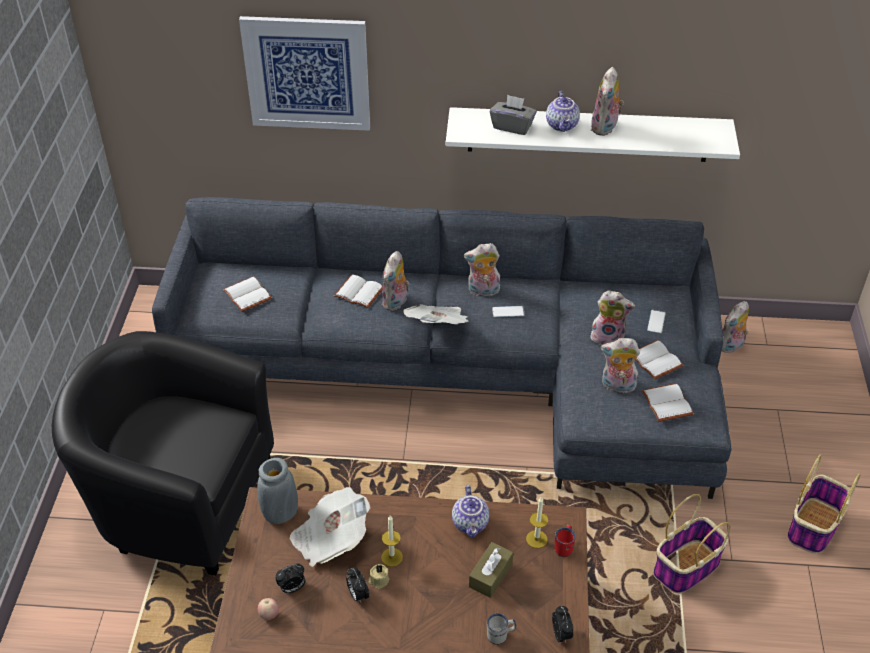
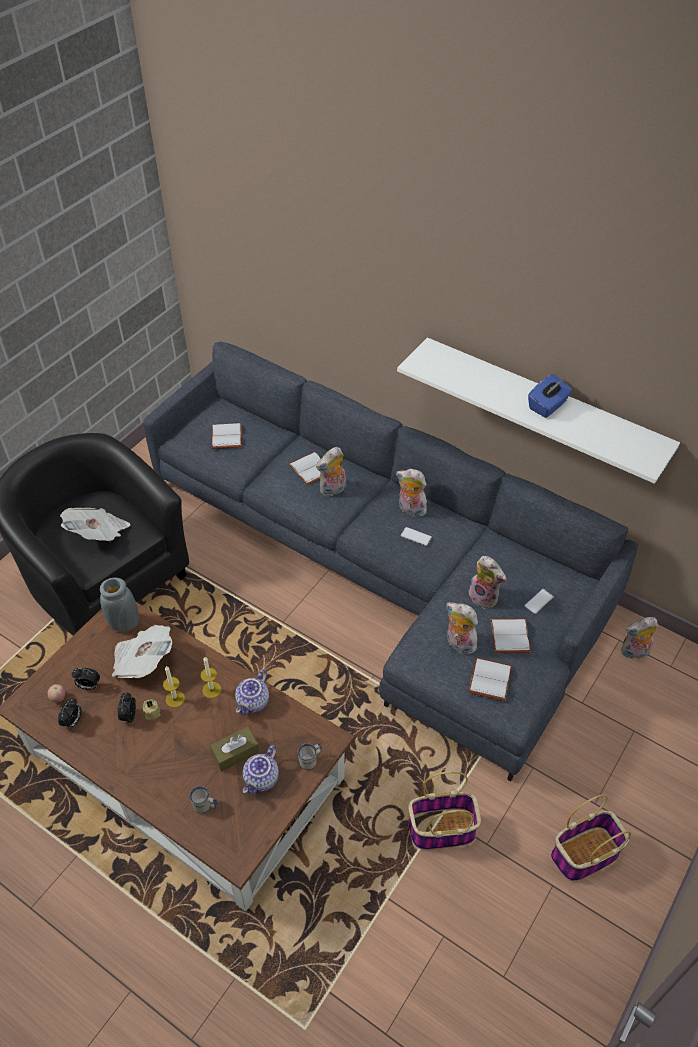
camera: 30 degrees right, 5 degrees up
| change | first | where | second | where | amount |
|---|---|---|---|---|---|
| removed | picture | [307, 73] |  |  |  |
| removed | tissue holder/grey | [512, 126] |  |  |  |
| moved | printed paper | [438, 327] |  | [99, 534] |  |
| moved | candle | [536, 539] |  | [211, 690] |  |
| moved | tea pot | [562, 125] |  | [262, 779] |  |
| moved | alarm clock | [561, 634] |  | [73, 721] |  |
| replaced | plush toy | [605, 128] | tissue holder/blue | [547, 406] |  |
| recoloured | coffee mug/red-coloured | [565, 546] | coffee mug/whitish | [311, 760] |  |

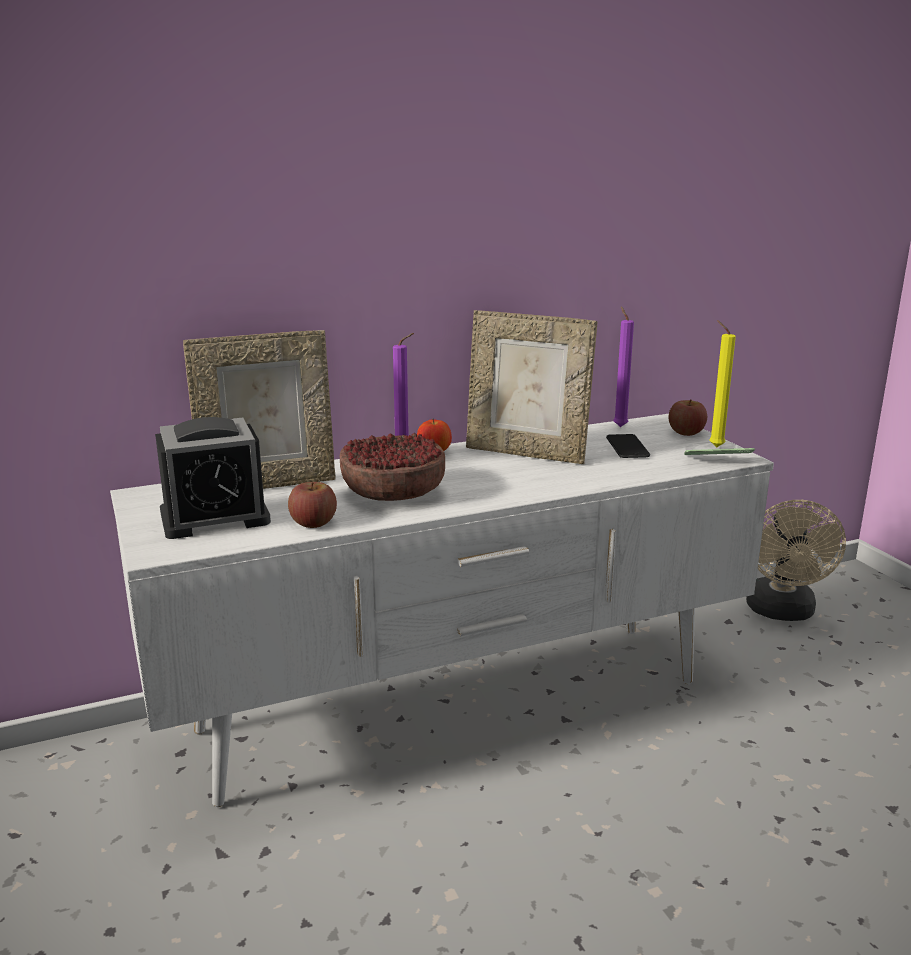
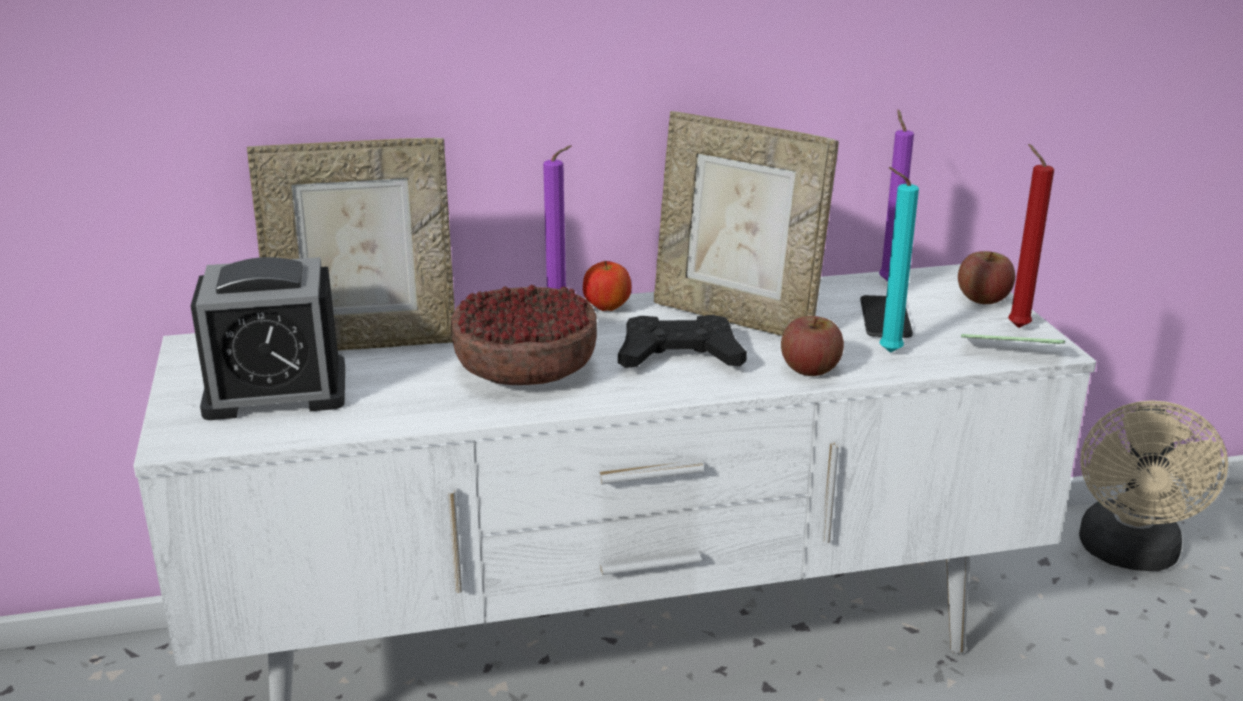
camera: 10 degrees right, 5 degrees up
| change | first | where | second | where | amount |
|---|---|---|---|---|---|
| added |  |  | joypad/black | [679, 356] |  |
| added |  |  | candle/turquoise | [886, 352] |  |
| moved | apple | [313, 523] |  | [810, 369] |  |
| recoloured | candle/yellow-coloured | [714, 446] | candle/red-coloured | [1015, 326] |  |

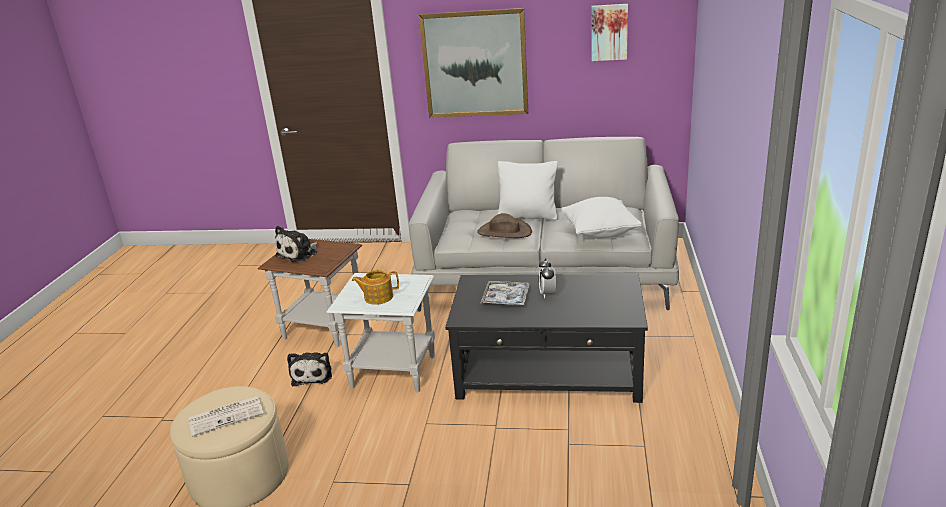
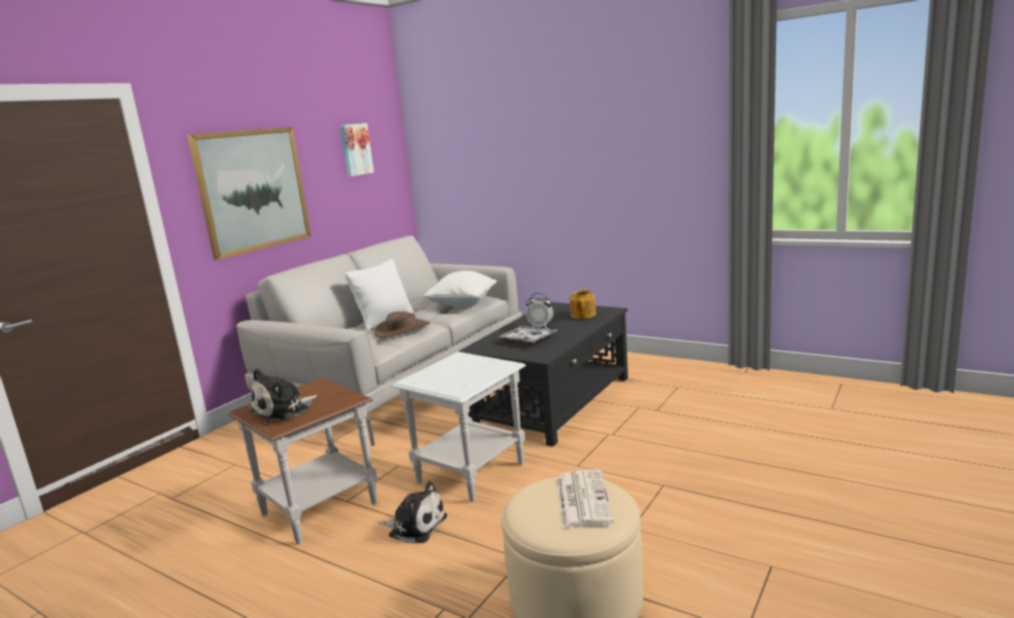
camera: 65 degrees left, 10 degrees down
| change | first | where | second | where | amount |
|---|---|---|---|---|---|
| moved | tea pot | [378, 297] |  | [582, 315] |  |
| turned | plush toy | [299, 253] |  | [284, 410] | 75 degrees clockwise |

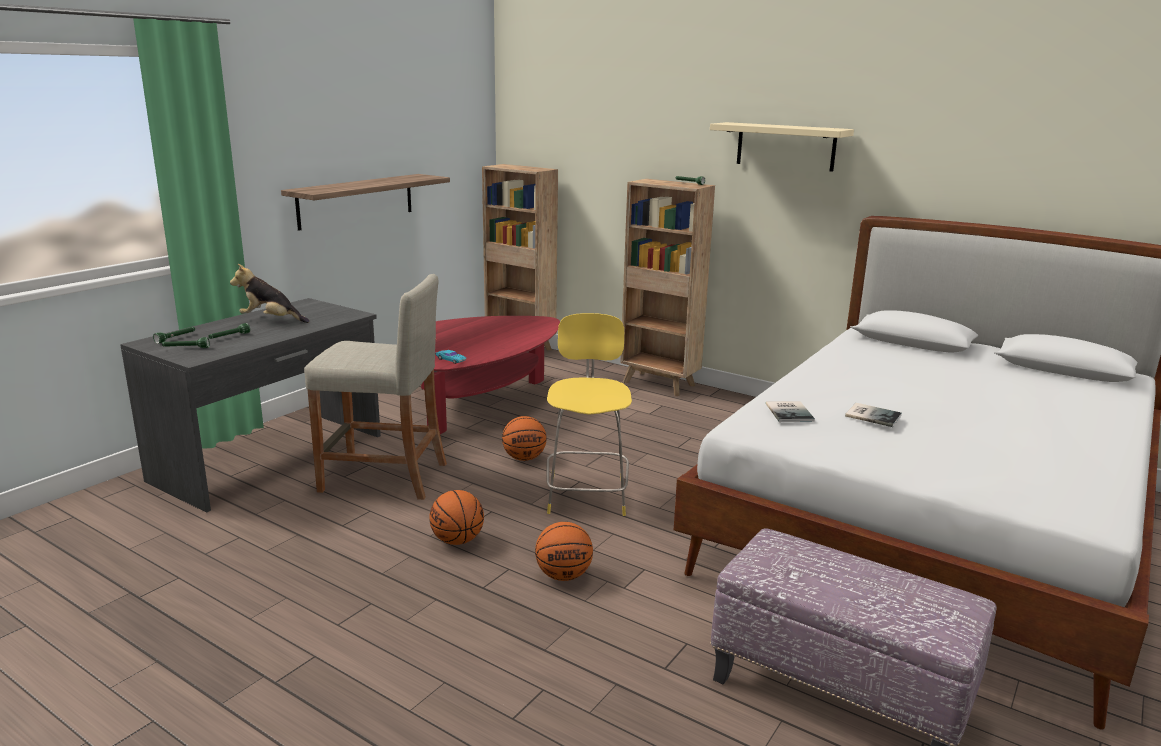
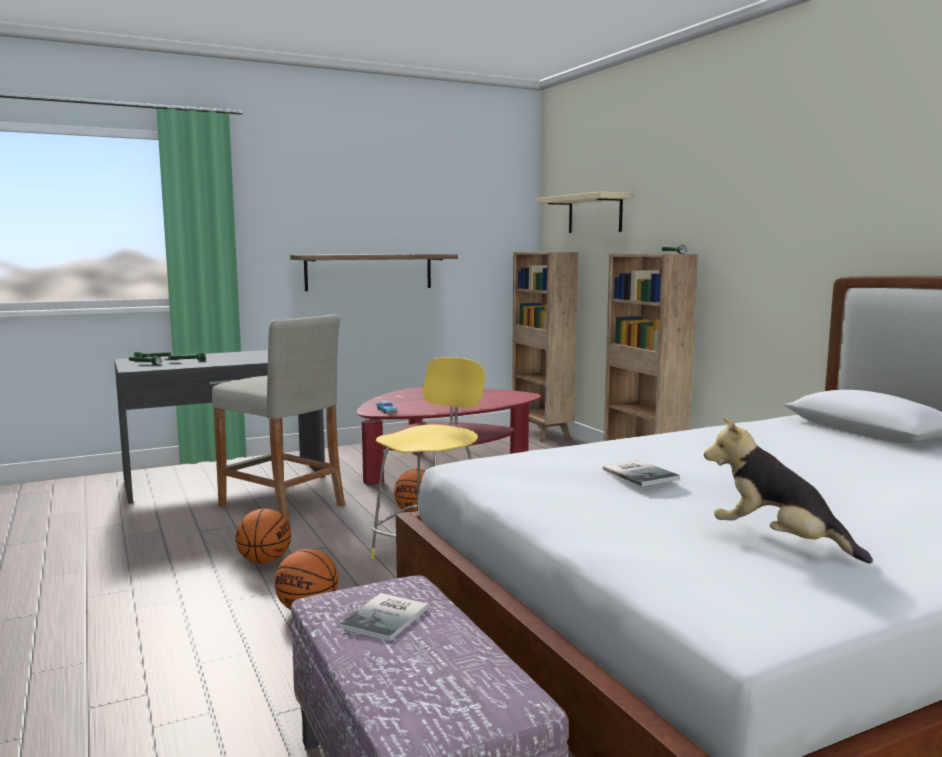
camera: 30 degrees right, 10 degrees down
| change | first | where | second | where | amount |
|---|---|---|---|---|---|
| moved | plush toy | [271, 320] |  | [777, 542] |  |
| moved | wall shelf/sand-coloured | [785, 146] |  | [594, 214] |  |
| moved | volume | [790, 412] |  | [388, 617] |  |

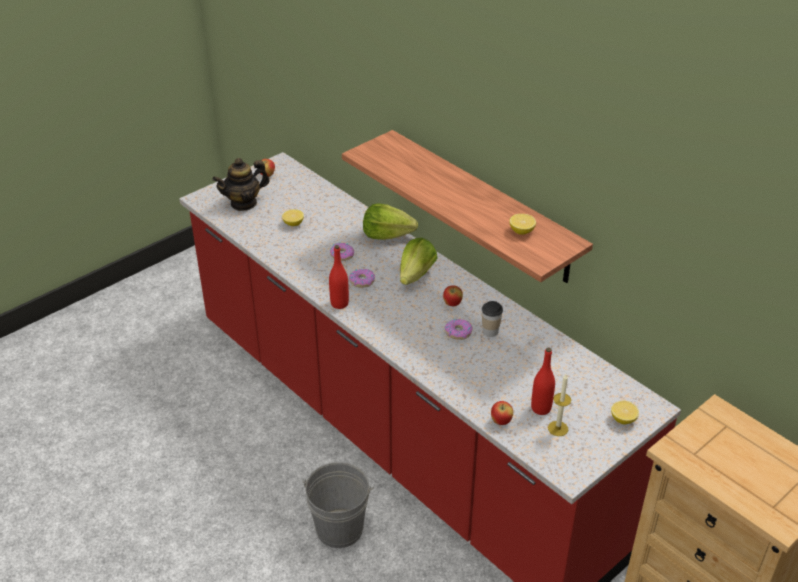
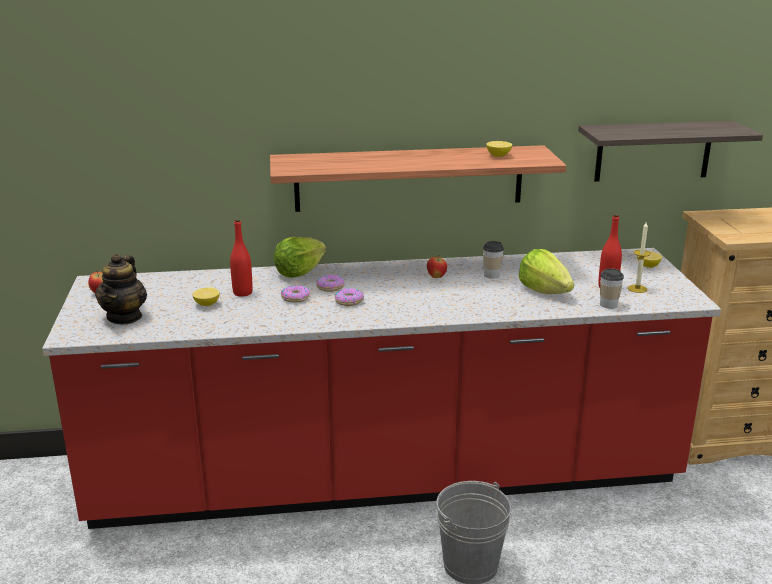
camera: 55 degrees left, 15 degrees down
| change | first | where | second | where | amount |
|---|---|---|---|---|---|
| added |  |  | wall shelf | [653, 151] |  |
| moved | bottle/red-coloured | [339, 303] |  | [242, 293] |  |
| moved | lettuce | [416, 275] |  | [544, 291] |  |
| moved | donut | [458, 332] |  | [330, 287] |  |
| replaced | apple | [501, 421] | drinking cup | [608, 305] |  |

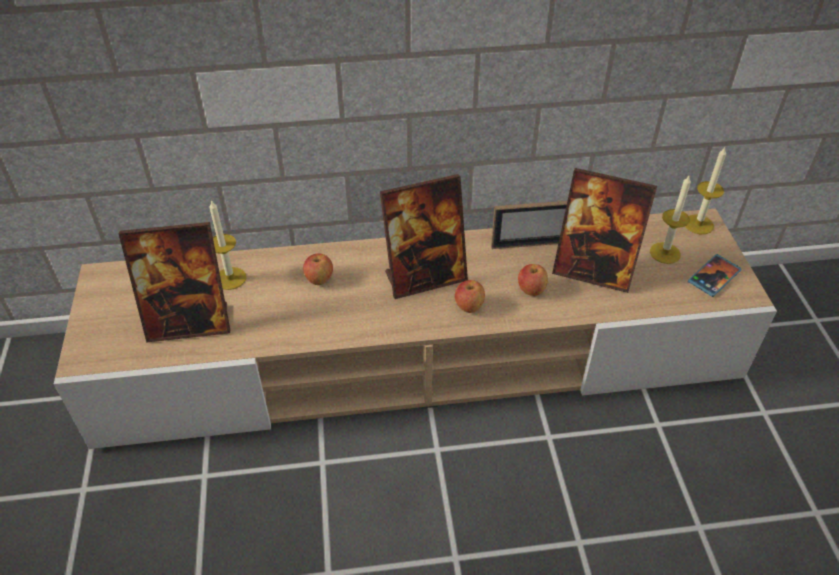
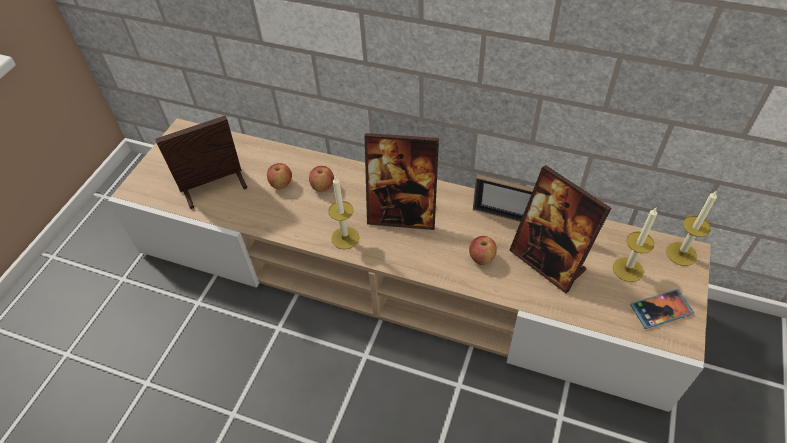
camera: 30 degrees right, 5 degrees up
| change | first | where | second | where | amount |
|---|---|---|---|---|---|
| moved | candle | [230, 278] |  | [345, 238] |  |
| moved | apple | [469, 306] |  | [281, 184] |  |
| turned | standing frame | [189, 323] |  | [214, 188] | 135 degrees clockwise |

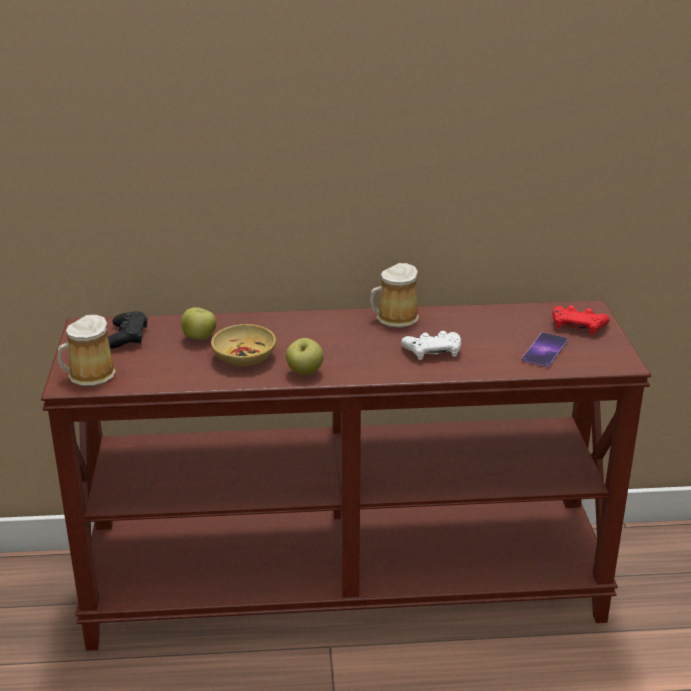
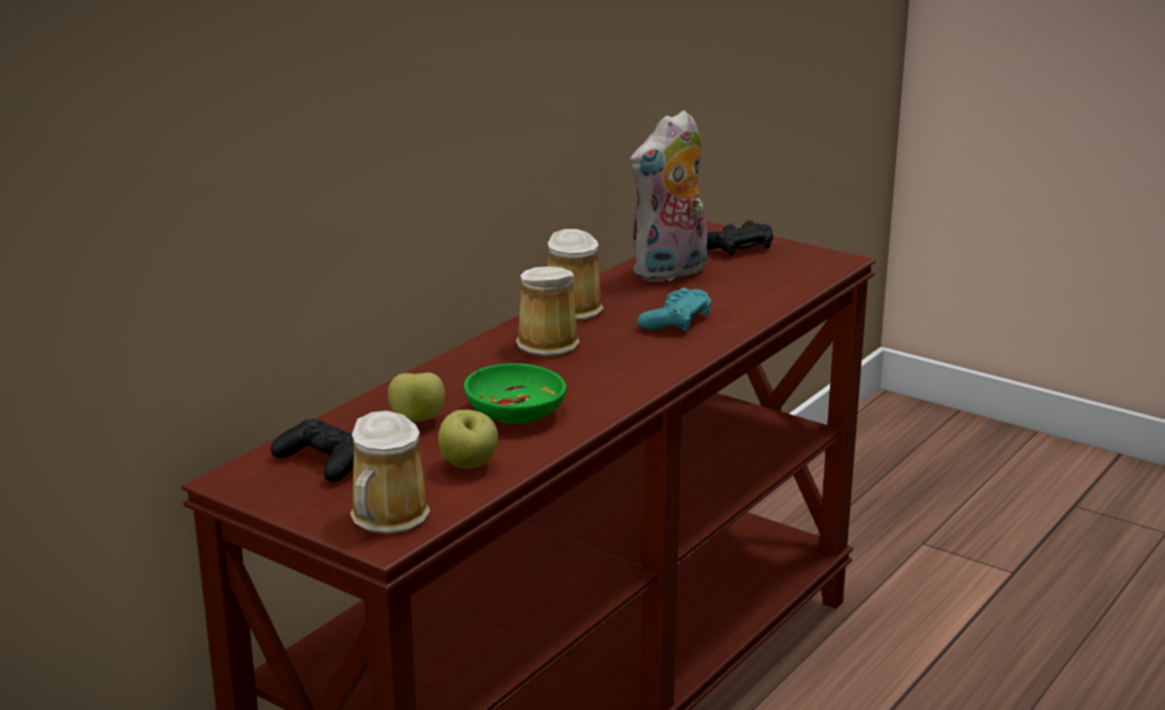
camera: 50 degrees left, 5 degrees down
| change | first | where | second | where | amount |
|---|---|---|---|---|---|
| removed | handset | [545, 350] |  |  |  |
| added |  |  | coffee mug | [550, 342] |  |
| added |  |  | plush toy | [670, 273] |  |
| moved | apple | [305, 372] |  | [468, 465] |  |
| recoloured | bowl/sand-coloured | [245, 357] | bowl/green-coloured | [516, 412] |  |
| recoloured | joypad/whitish | [433, 351] | joypad/turquoise | [676, 320] |  |
| recoloured | joypad/red-coloured | [578, 326] | joypad/black | [737, 247] |  |

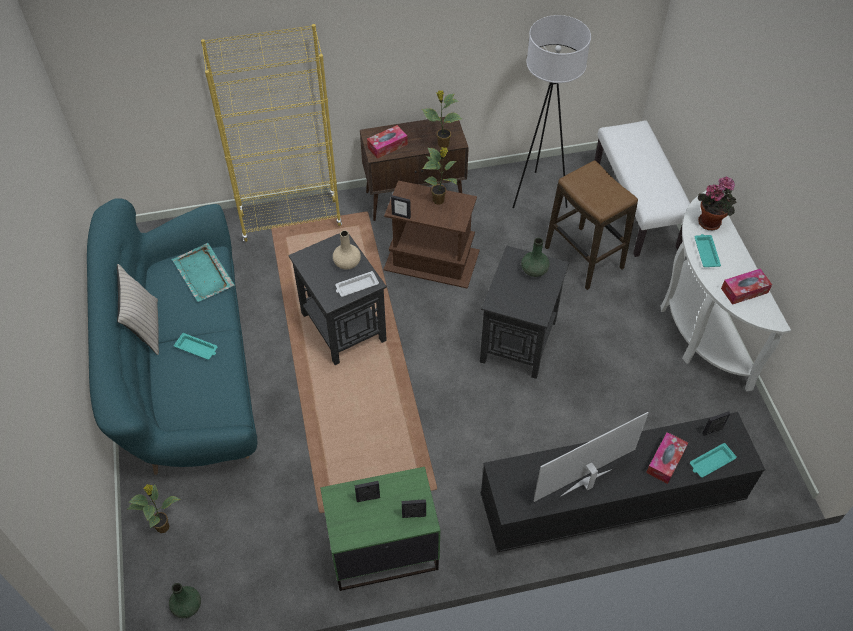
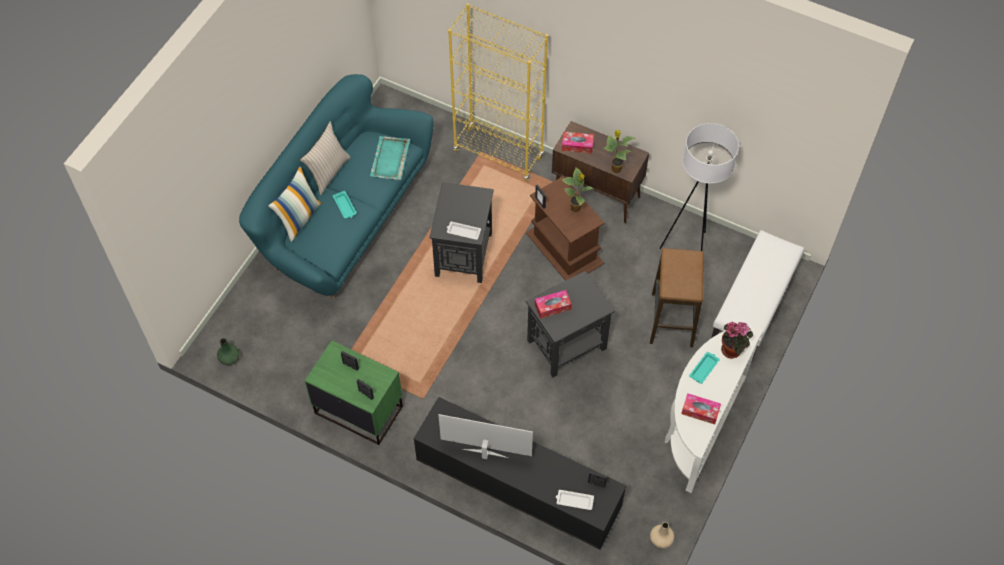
camera: 40 degrees right, 5 degrees up
| change | first | where | second | where | amount |
|---|---|---|---|---|---|
| removed | plant in a pot | [163, 526] |  |  |  |
| removed | vase/green-coloured | [534, 270] |  |  |  |
| added |  |  | pillow | [299, 218] |  |
| moved | vase/sand-coloured | [347, 262] |  | [661, 539] |  |
| moved | tissue holder | [665, 461] |  | [552, 307] |  |
| recoloured | serving tray/turquoise | [711, 462] | serving tray/whitish | [574, 501] |  |

